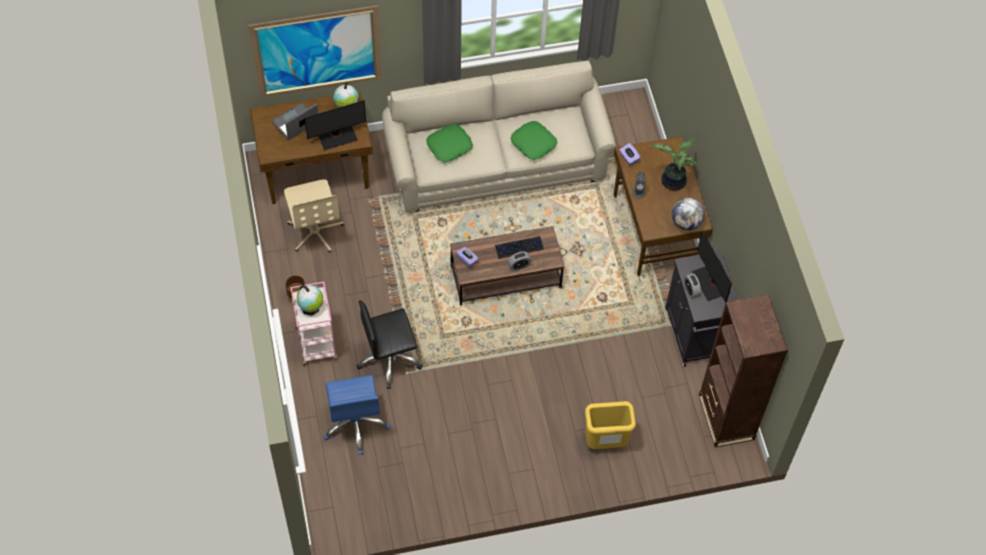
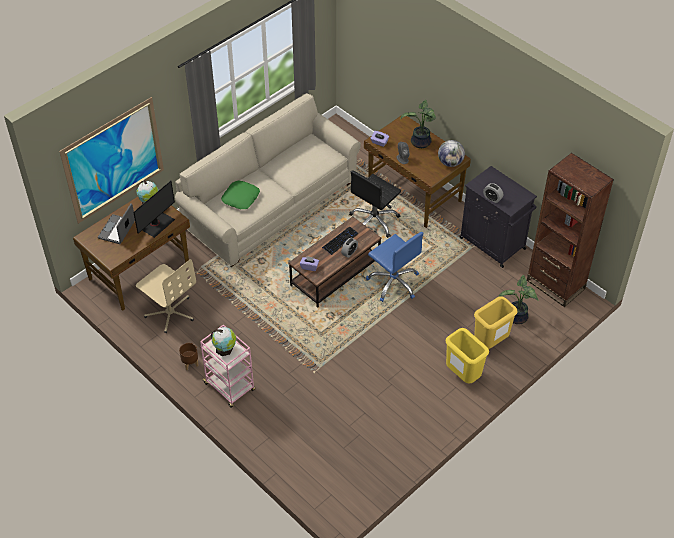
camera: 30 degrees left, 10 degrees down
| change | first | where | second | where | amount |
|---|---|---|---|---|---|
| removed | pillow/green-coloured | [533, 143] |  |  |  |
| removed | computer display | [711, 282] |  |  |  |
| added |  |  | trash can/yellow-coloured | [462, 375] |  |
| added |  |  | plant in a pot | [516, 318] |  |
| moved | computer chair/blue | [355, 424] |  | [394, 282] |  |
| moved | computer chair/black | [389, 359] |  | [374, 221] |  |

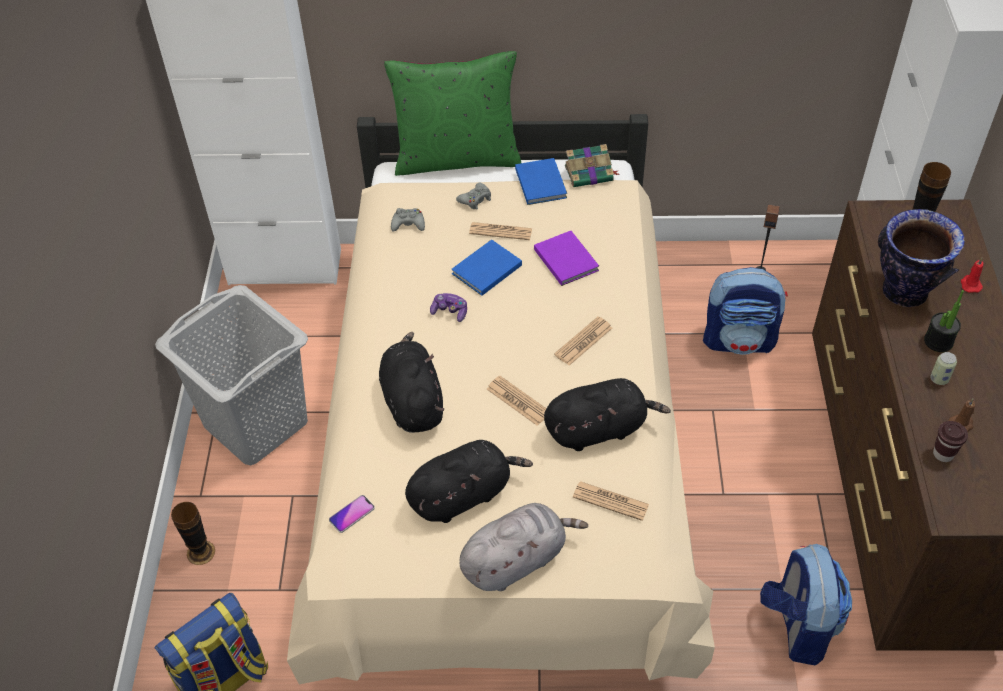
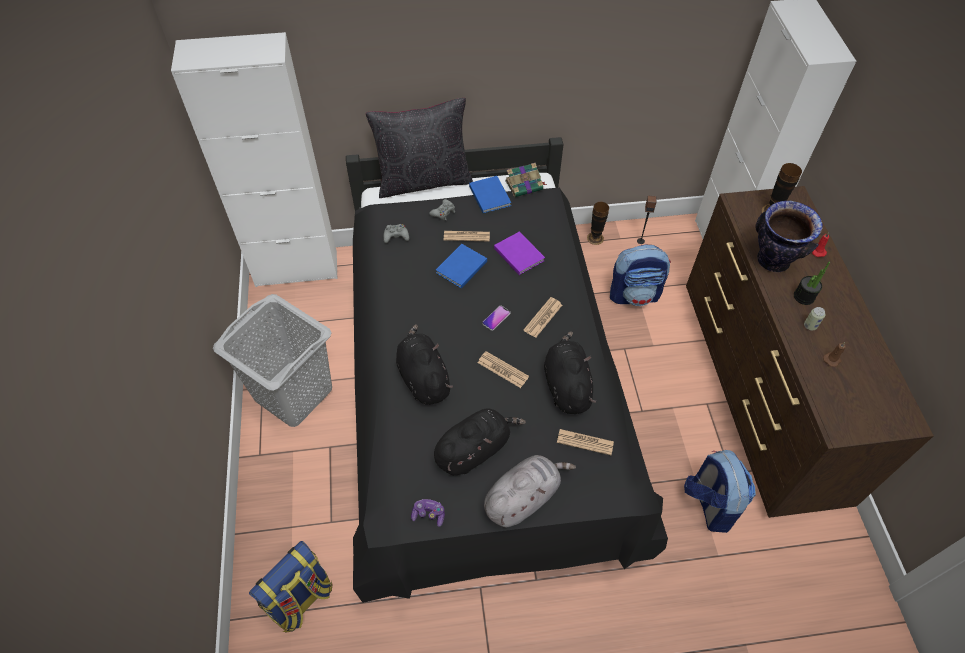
camera: 10 degrees left, 5 degrees up
| change | first | where | second | where | amount |
|---|---|---|---|---|---|
| removed | drinking cup/brownish | [943, 454] |  |  |  |
| moved | vase | [201, 552] |  | [595, 238] |  |
| moved | handset | [352, 514] |  | [496, 318] |  |
| moved | joypad | [450, 311] |  | [429, 514] |  |
| recoloured | sleeping bed/sand-coloured | [503, 451] | sleeping bed/black | [480, 395] |  |
| recoloured | pillow/green-coloured | [457, 158] | pillow/black | [423, 180] |  |
| turned | plush toy/black | [599, 429] |  | [566, 385] | 75 degrees counterclockwise |

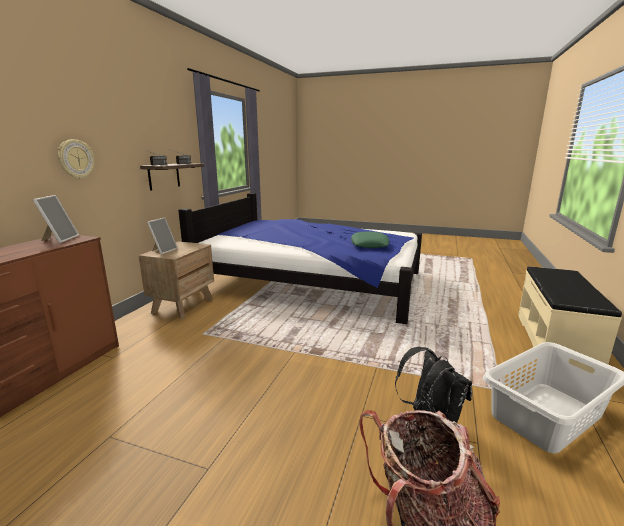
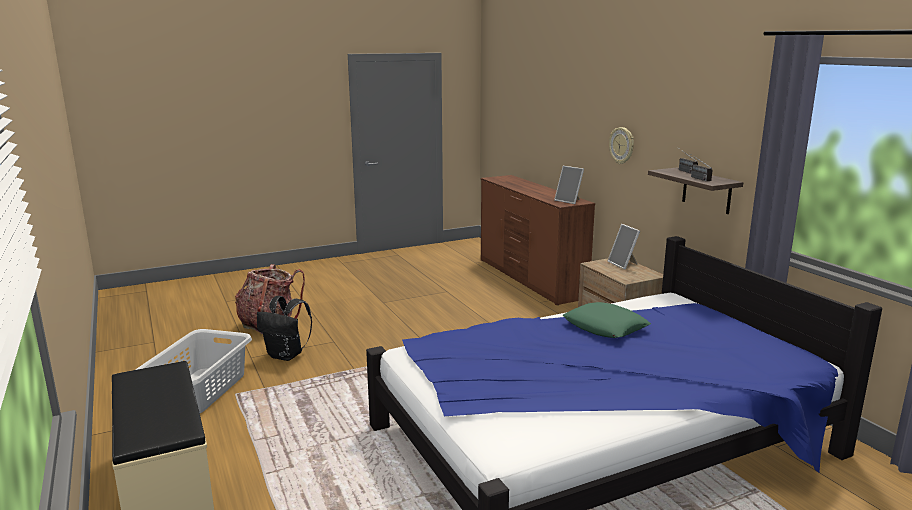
camera: 135 degrees right, 0 degrees up
| change | first | where | second | where | amount |
|---|---|---|---|---|---|
| moved | pillow/green-coloured | [369, 244] |  | [605, 327] |  |

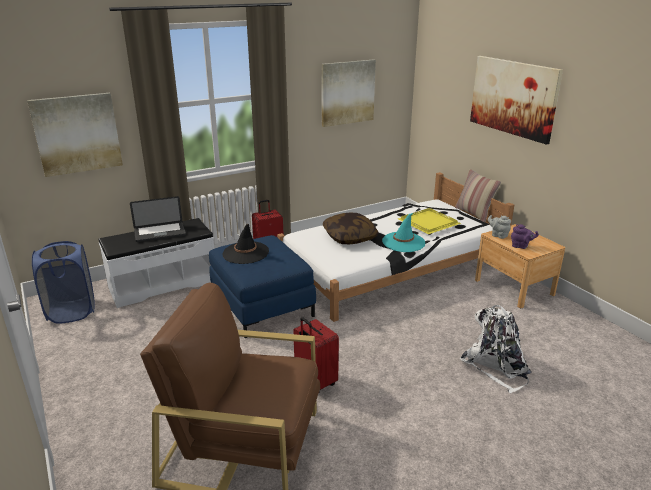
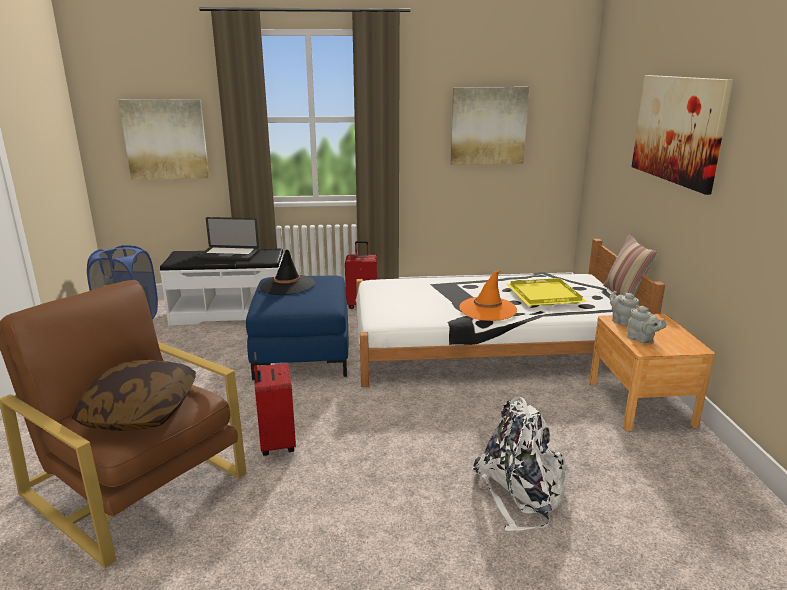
camera: 25 degrees right, 5 degrees down
| change | first | where | second | where | amount |
|---|---|---|---|---|---|
| moved | pillow | [350, 237] |  | [140, 412] |  |
| recoloured | wearable hat/turquoise | [403, 242] | wearable hat/orange | [487, 309] |  |
| recoloured | tea pot/purple-coloured | [521, 246] | tea pot/grey | [642, 339] |  |

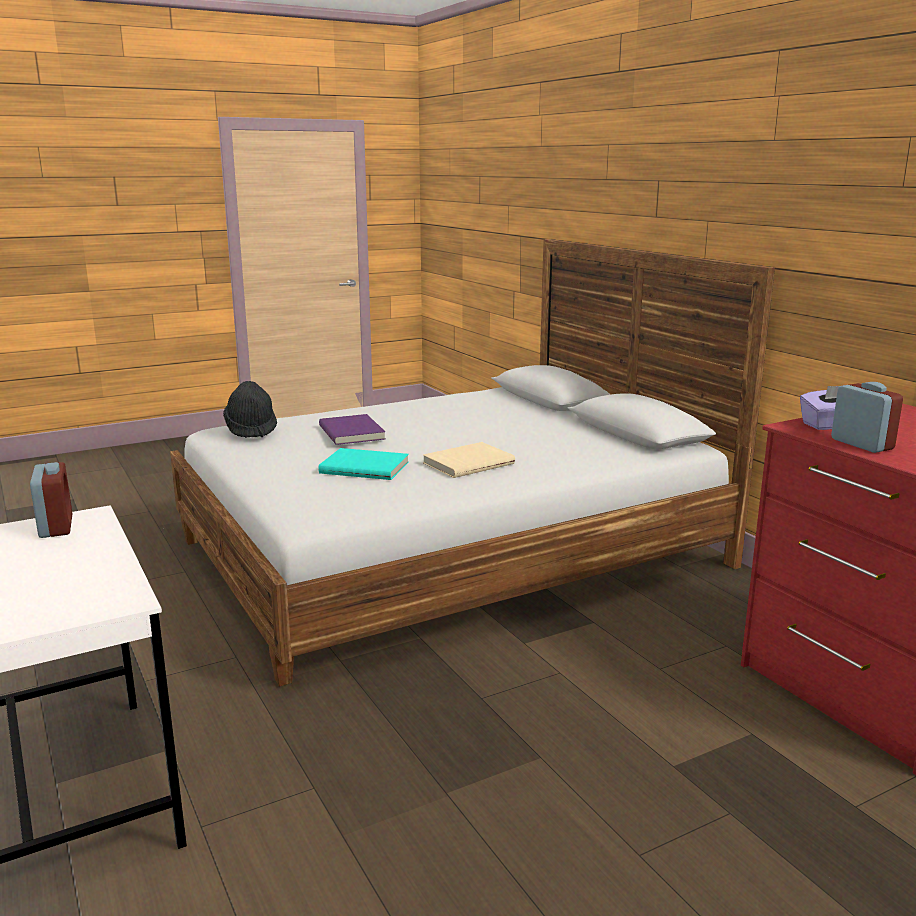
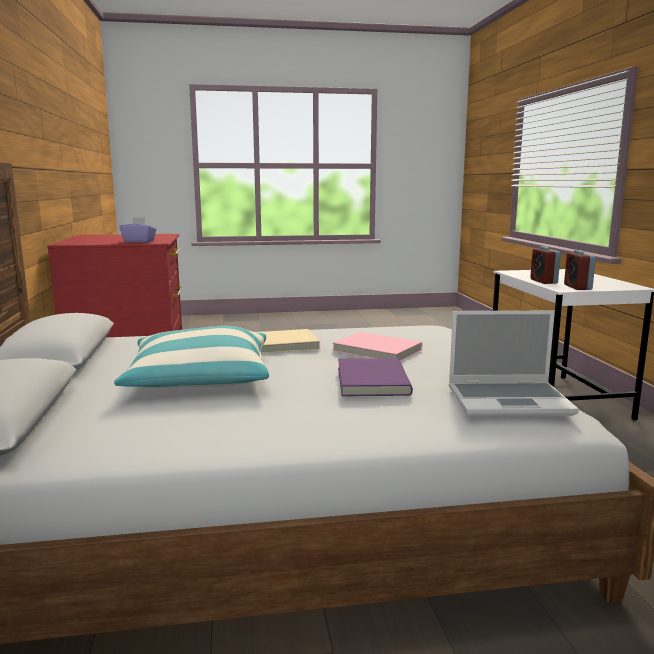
camera: 160 degrees left, 5 degrees down
| change | first | where | second | where | amount |
|---|---|---|---|---|---|
| added |  |  | pillow | [200, 378] |  |
| moved | alarm clock | [861, 444] |  | [543, 281] |  |
| replaced | wearable hat/black | [251, 429] | laptop | [510, 401] |  |
| recoloured | volume/turquoise | [365, 467] | volume/pink | [376, 351] |  |

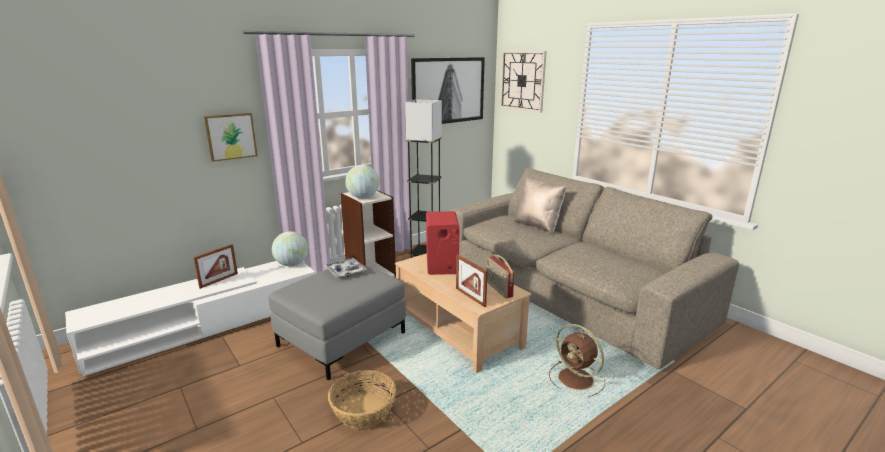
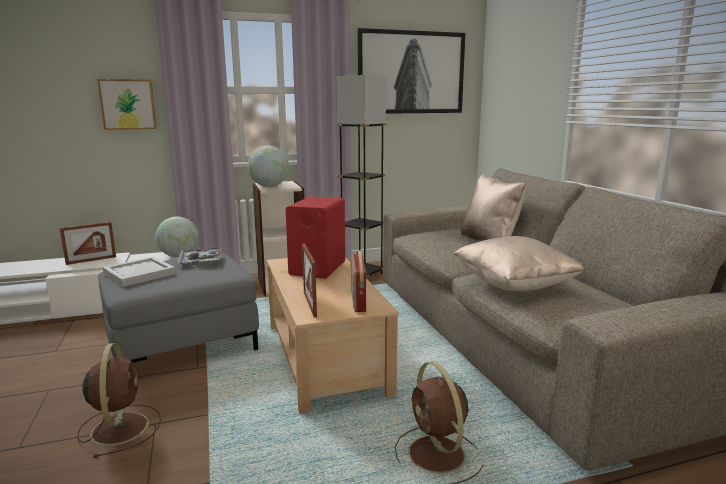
camera: 20 degrees right, 5 degrees down
| change | first | where | second | where | amount |
|---|---|---|---|---|---|
| removed | clock on the wall | [522, 80] |  |  |  |
| added |  |  | serving tray/whitish | [140, 274] |  |
| added |  |  | pillow/sand-coloured | [514, 285] |  |
| replaced | household basket | [363, 410] | cooling fan/brownish | [120, 427] |  |

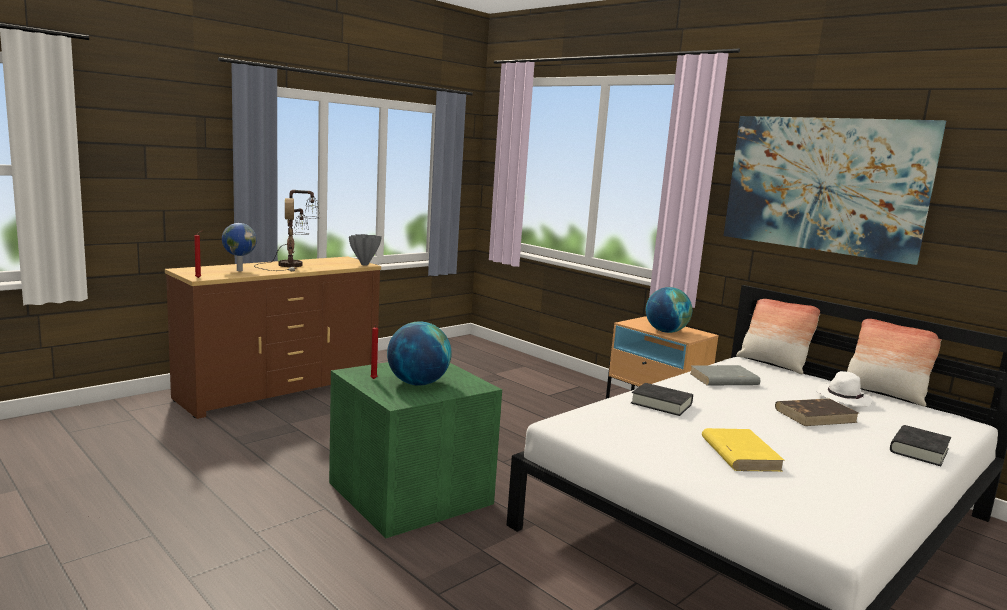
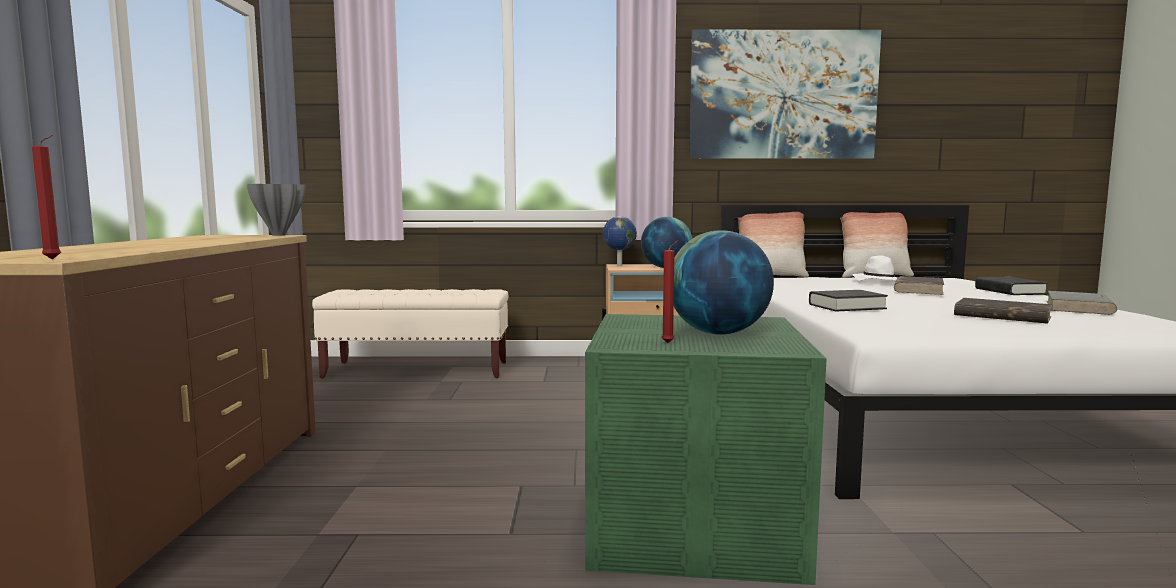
camera: 45 degrees left, 5 degrees down
| change | first | where | second | where | amount |
|---|---|---|---|---|---|
| removed | lamp for a table | [291, 265] |  |  |  |
| added |  |  | bench/sand-coloured | [417, 370] |  |
| moved | desk globe | [239, 270] |  | [618, 266] |  |
| moved | volume/grey | [723, 379] |  | [1079, 308] |  |
| recoloured | volume/yellow-coloured | [739, 454] | volume/brownish | [1001, 316] |  |

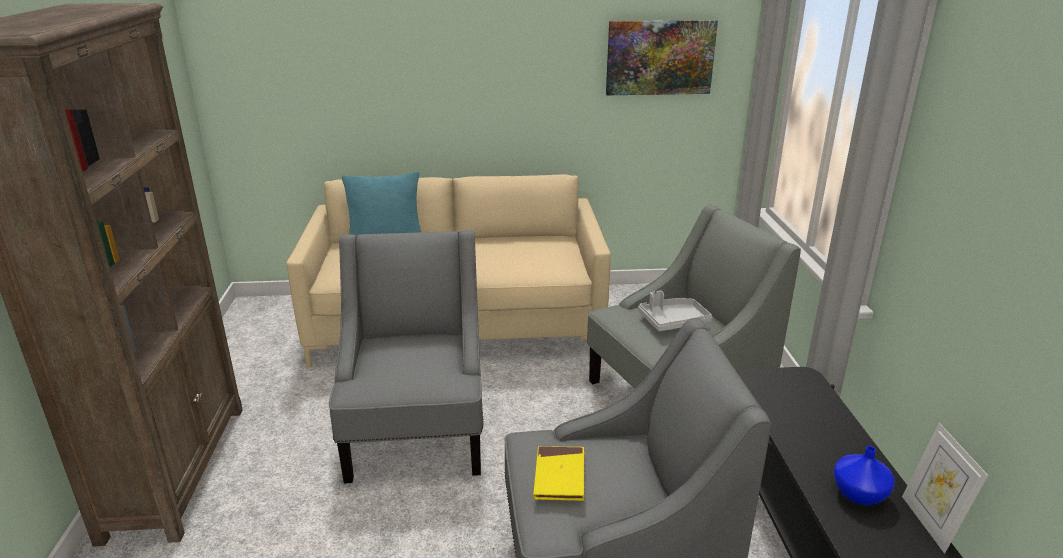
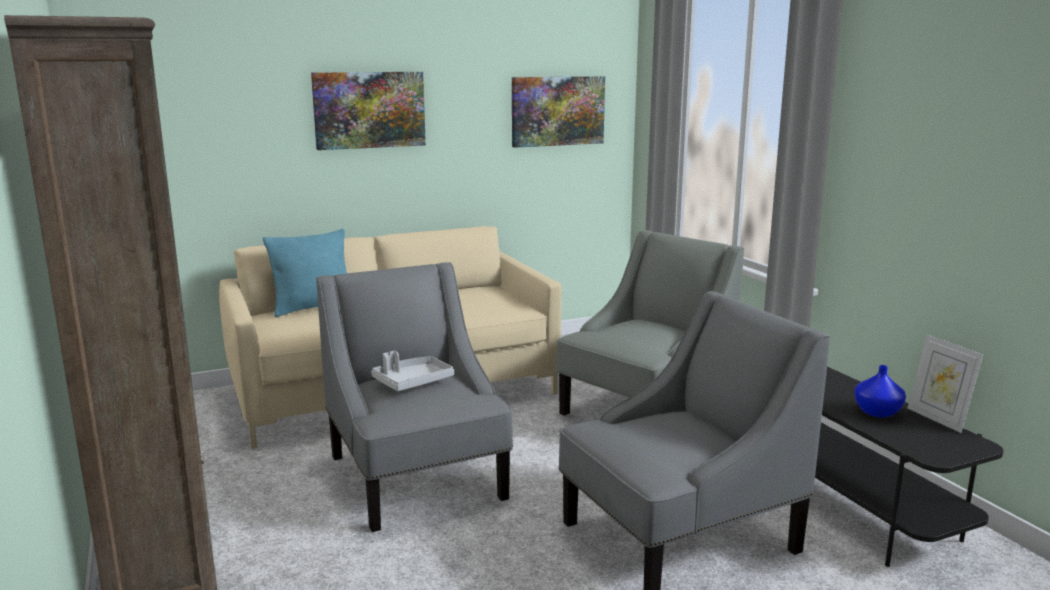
camera: 20 degrees left, 10 degrees down
| change | first | where | second | where | amount |
|---|---|---|---|---|---|
| removed | volume/yellow-coloured | [559, 476] |  |  |  |
| added |  |  | picture | [369, 110] |  |
| moved | serving tray/grey | [673, 321] |  | [412, 382] |  |

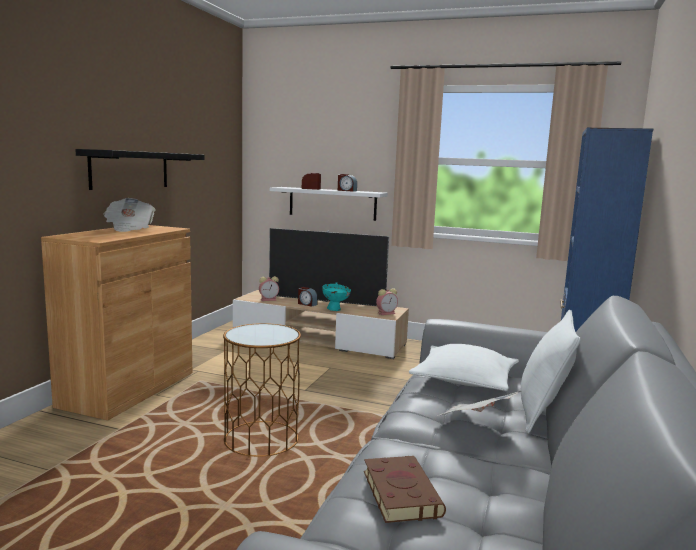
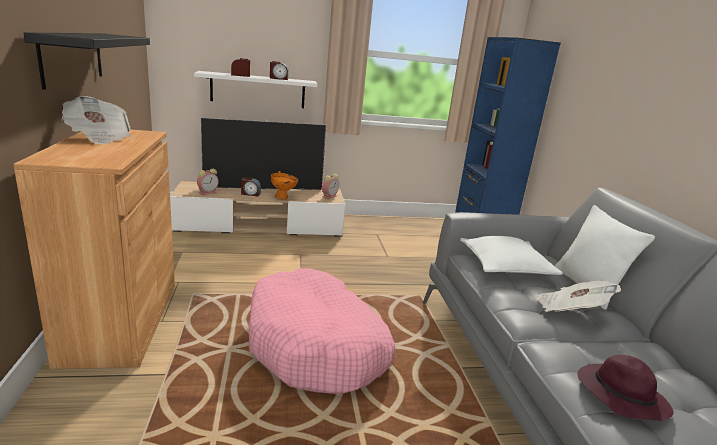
camera: 30 degrees left, 10 degrees up
| change | first | where | second | where | amount |
|---|---|---|---|---|---|
| replaced | end table/brownish | [261, 439] | pet bed/pink | [316, 345] |  |
| replaced | volume/brownish | [399, 492] | wearable hat/purple-coloured | [619, 395] |  |
| recoloured | bowl/turquoise | [335, 309] | bowl/orange | [283, 197] |  |

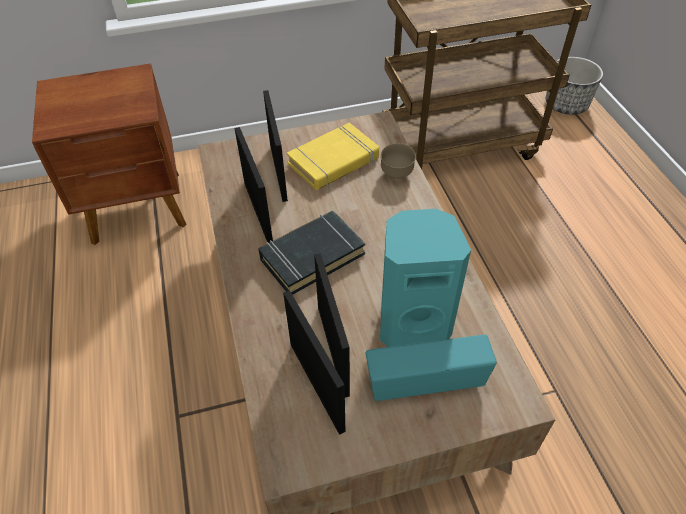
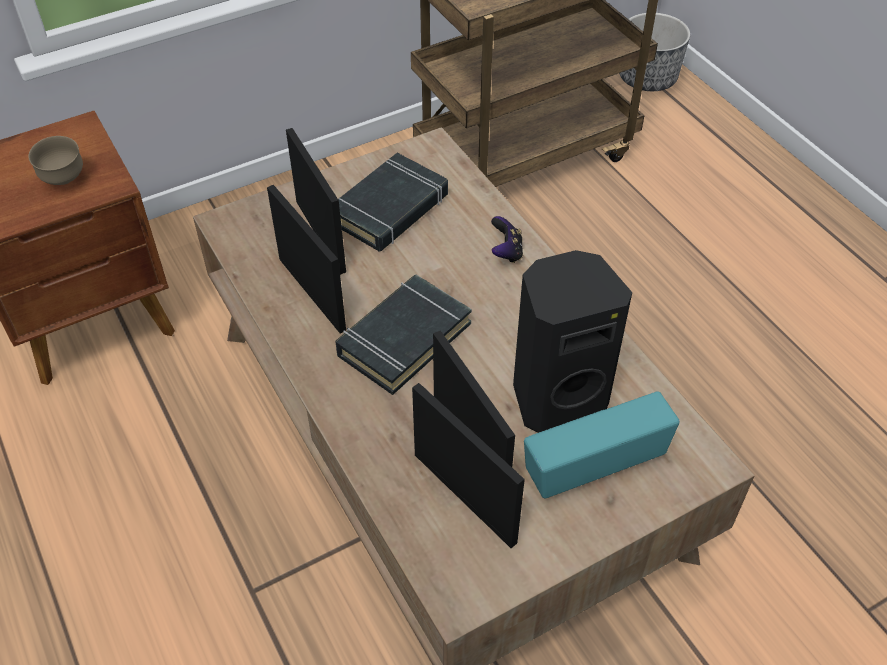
camera: 15 degrees left, 0 degrees up
| change | first | where | second | where | amount |
|---|---|---|---|---|---|
| added |  |  | joypad | [506, 252] |  |
| moved | bowl/brownish | [396, 175] |  | [64, 180] |  |
| recoloured | volume/yellow-coloured | [334, 161] | volume/black | [390, 209] |  |
| recoloured | loudspeaker/turquoise | [413, 322] | loudspeaker/black | [557, 397] |  |

